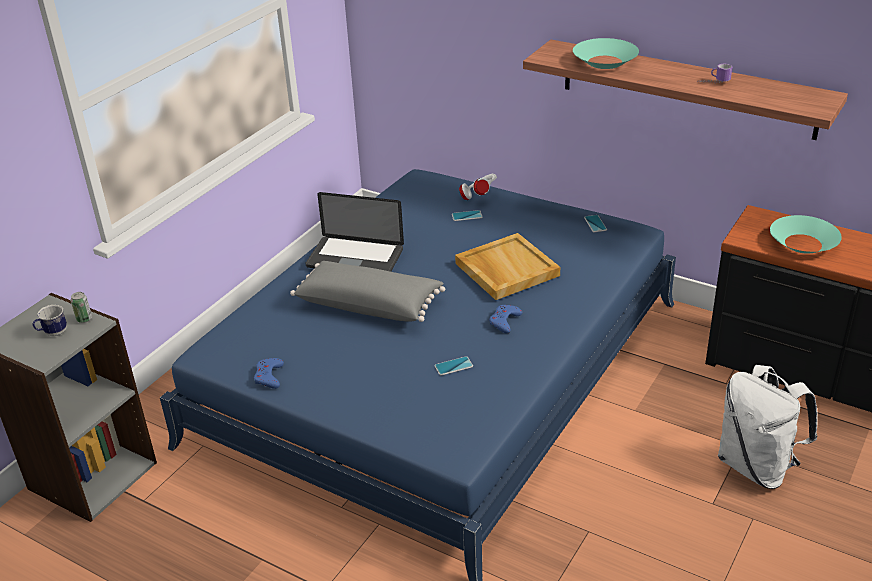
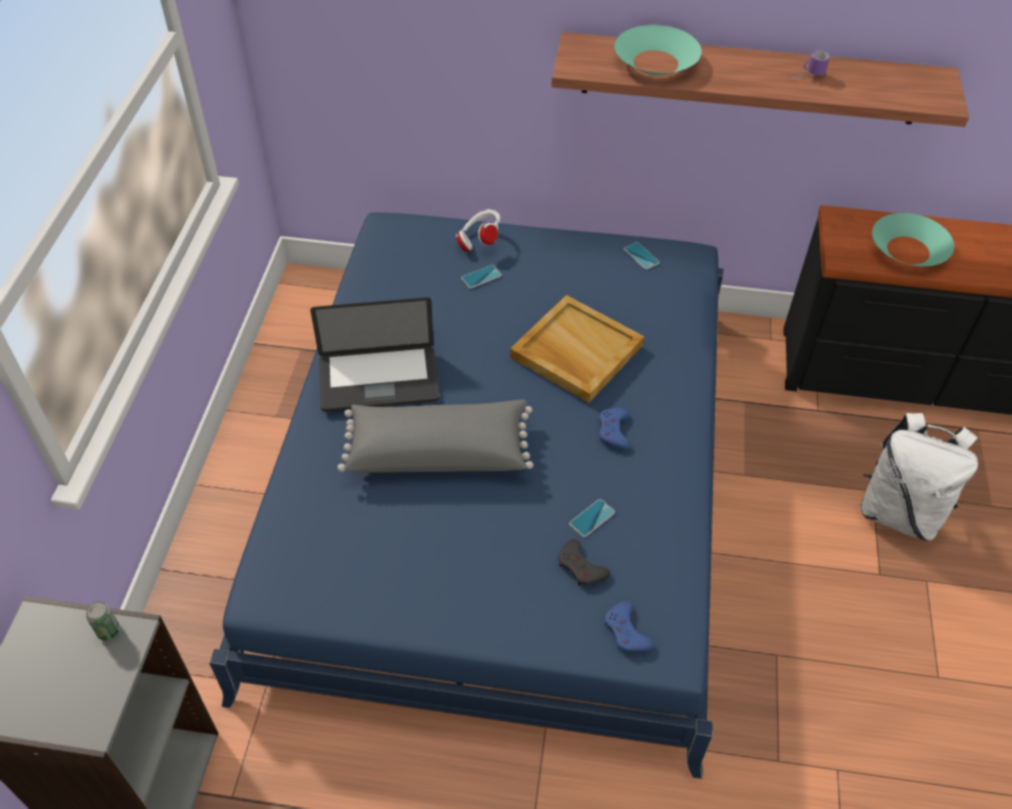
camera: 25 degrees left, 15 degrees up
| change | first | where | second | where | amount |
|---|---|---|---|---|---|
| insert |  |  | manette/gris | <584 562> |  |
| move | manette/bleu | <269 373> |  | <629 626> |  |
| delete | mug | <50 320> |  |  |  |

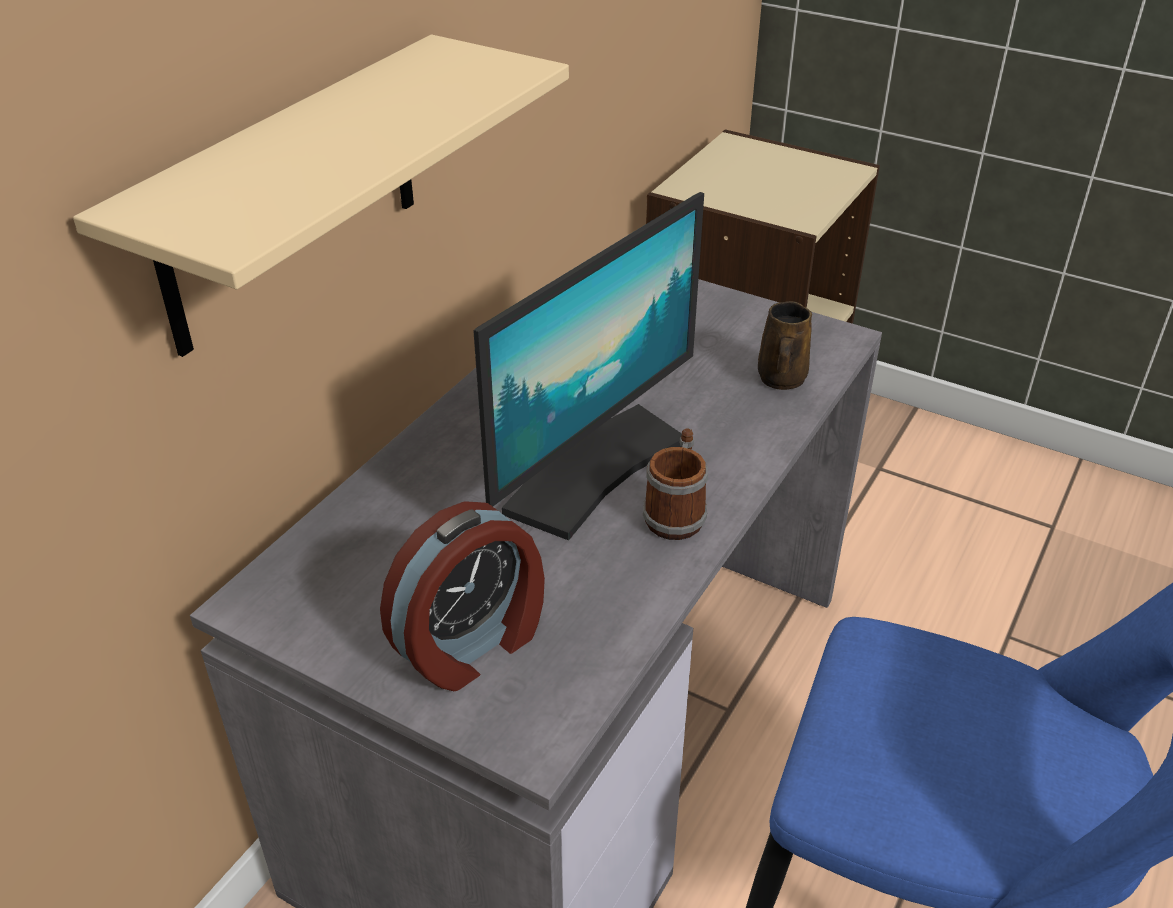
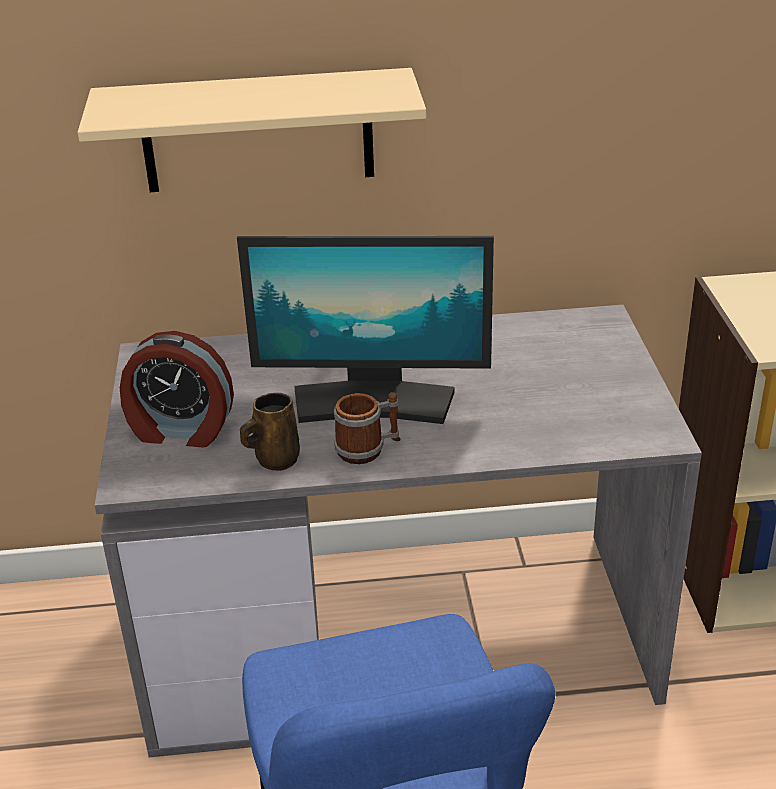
camera: 55 degrees right, 5 degrees down
| change | first | where | second | where | amount |
|---|---|---|---|---|---|
| move | mug/marron | <785 345> |  | <270 432> |  |

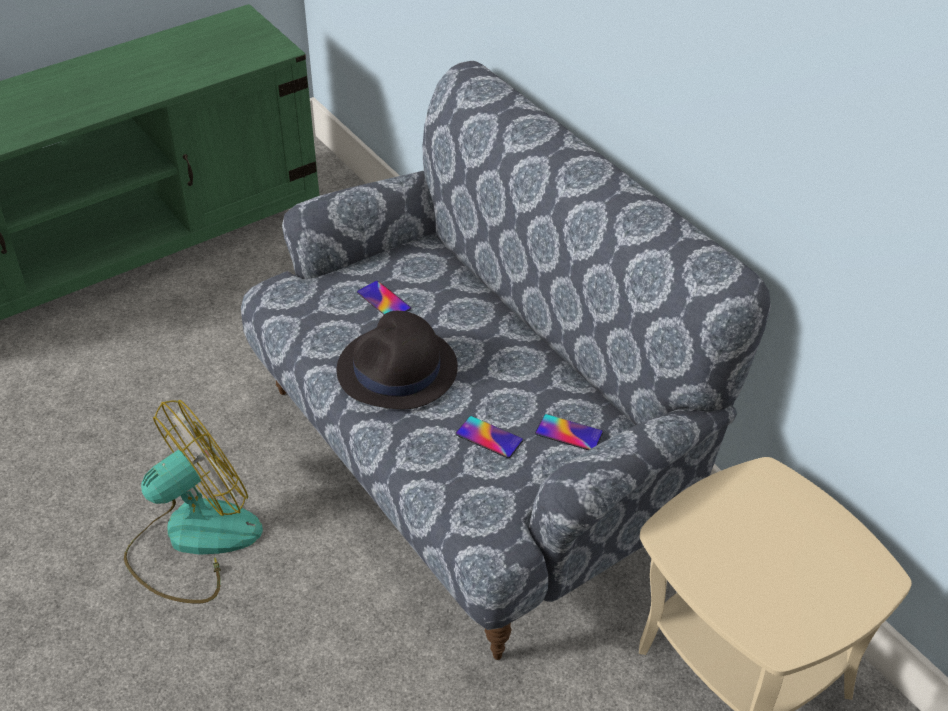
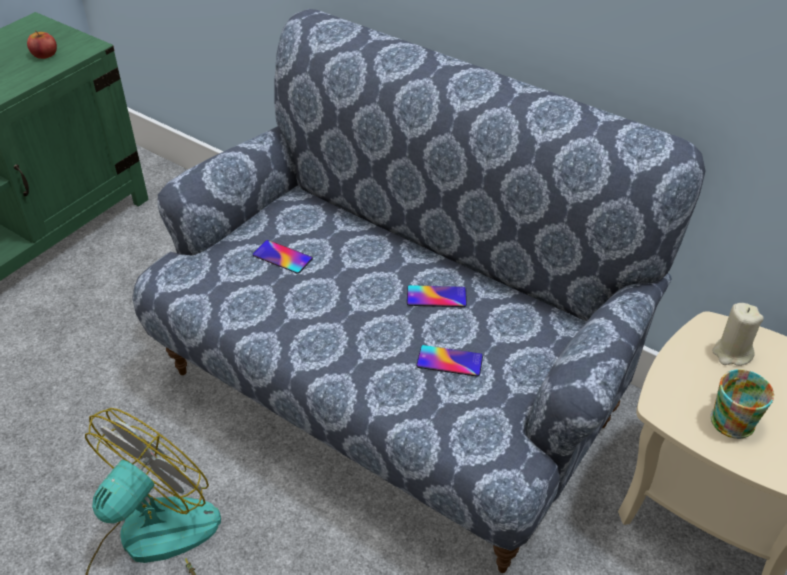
camera: 20 degrees left, 0 degrees up
| change | first | where | second | where | amount |
|---|---|---|---|---|---|
| insert |  |  | pomme | <42 44> |  |
| move | téléphone | <569 432> |  | <437 296> |  |
| insert |  |  | mug | <742 404> |  |
| insert |  |  | bougie/beige | <738 334> |  |
| delete | chapeau/noir | <397 360> |  |  |  |

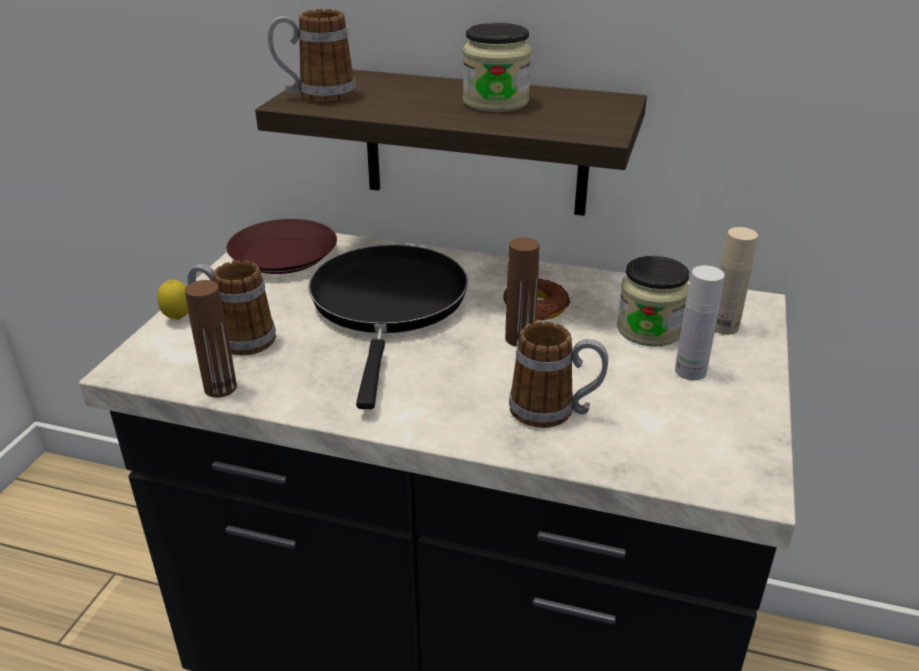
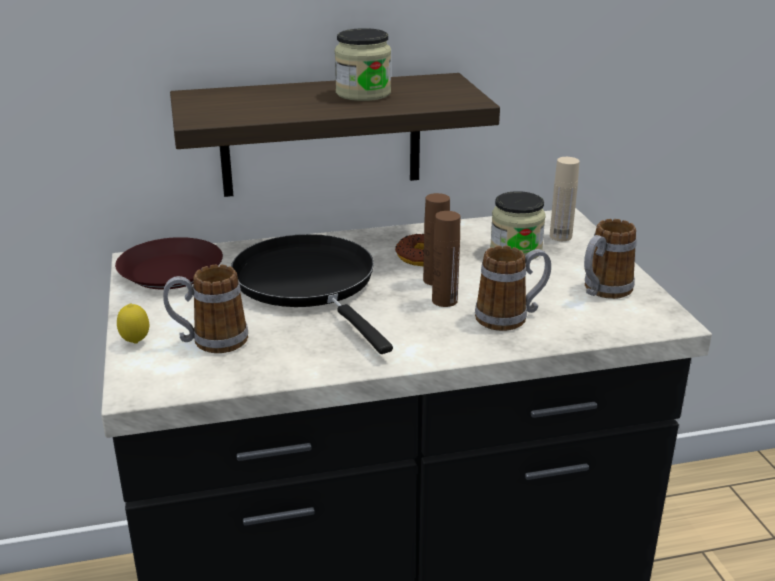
camera: 30 degrees left, 5 degrees down
| change | first | where | second | where | amount |
|---|---|---|---|---|---|
| move | bouteille/marron | <211 339> |  | <446 259> |  |
| move | mug | <312 56> |  | <610 259> |  |
| delete | bouteille/blanc | <700 323> |  |  |  |

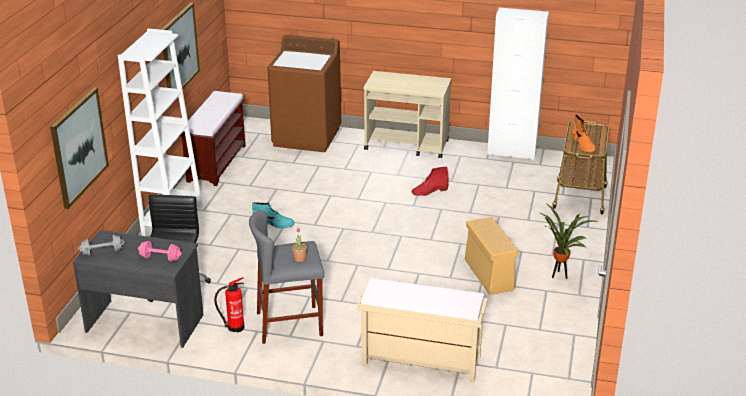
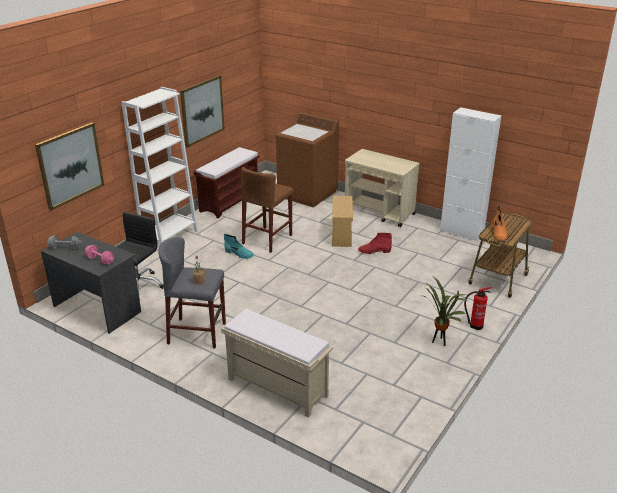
camera: 20 degrees right, 0 degrees up
| change | first | where | second | where | amount |
|---|---|---|---|---|---|
| insert |  |  | tabouret/marron | <267 210> |  |
| move | boîte de rangement/beige | <491 256> |  | <342 221> |  |
| move | extincteur | <229 304> |  | <478 308> |  |

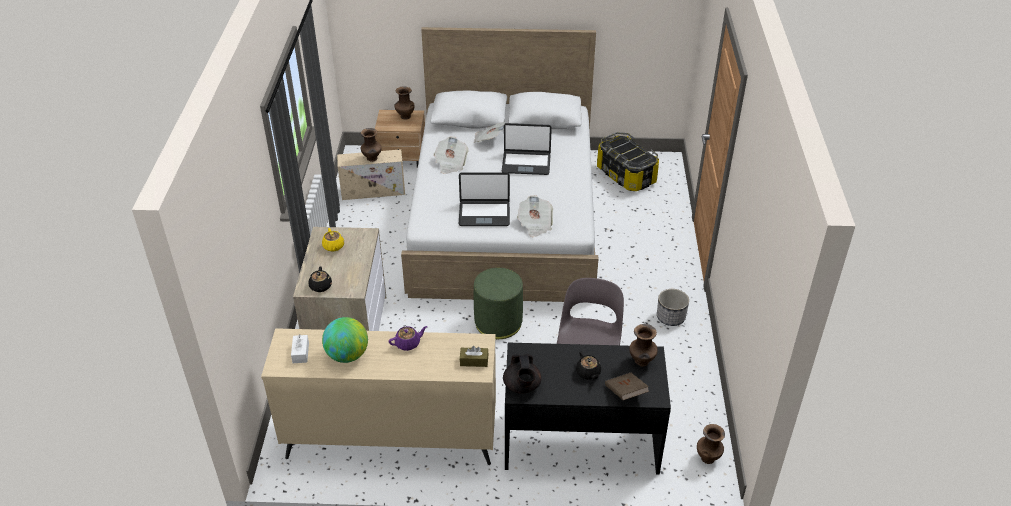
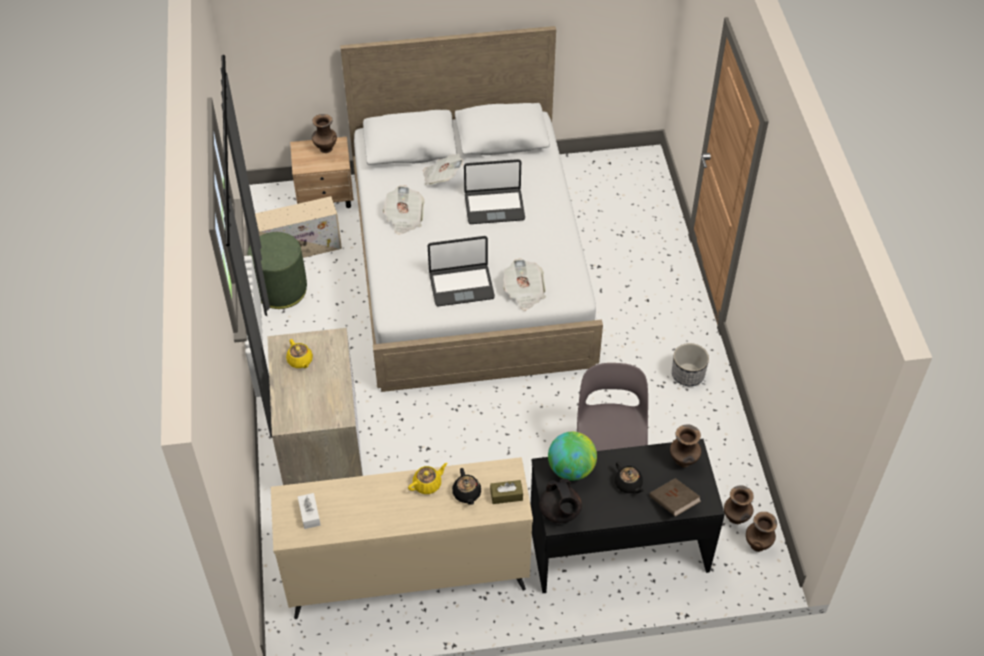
camera: 10 degrees left, 10 degrees up
| change | first | where | second | where | amount |
|---|---|---|---|---|---|
| move | pouf/vert | <498 303> |  | <277 270> |  |
| recolor | théière/violet | <408 338> | théière/jaune | <427 478> |  |
| move | théière/noir | <320 279> |  | <466 486> |  |
| move | globe | <345 340> |  | <572 456> |  |
| move | vase/marron | <371 145> |  | <739 504> |  |
| delete | boîte de rangement | <628 161> |  |  |  |

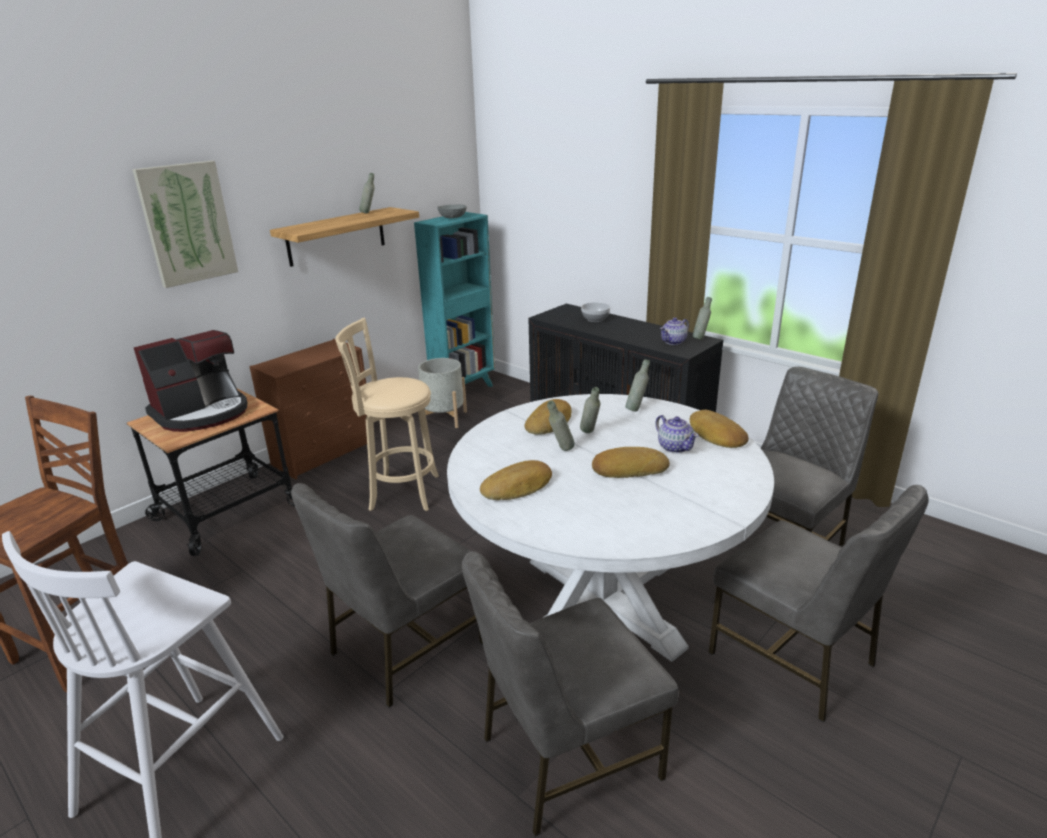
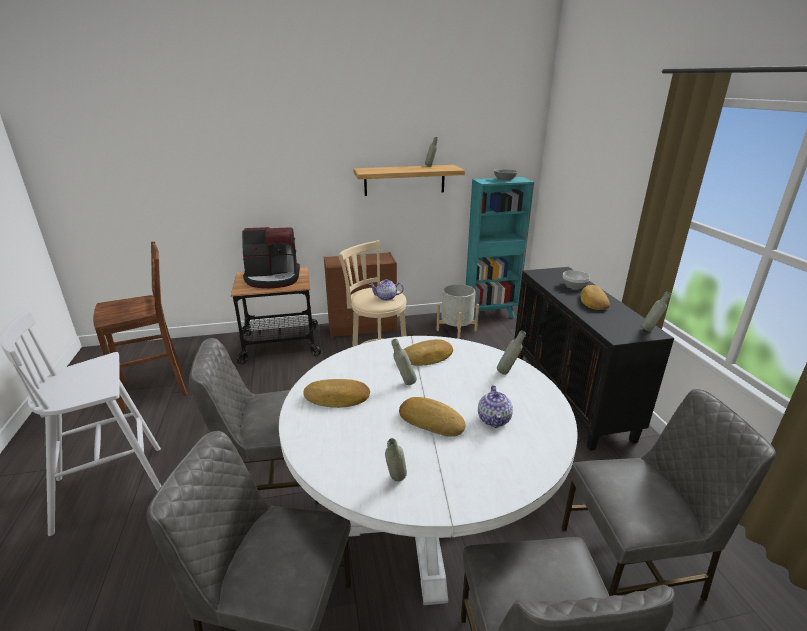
camera: 35 degrees right, 0 degrees up
| change | first | where | second | where | amount |
|---|---|---|---|---|---|
| move | théière | <674 331> |  | <386 290> |  |
| move | bouteille/gris | <590 410> |  | <396 459> |  |
| move | pain | <719 428> |  | <595 297> |  |
| delete | tableau | <185 224> |  |  |  |

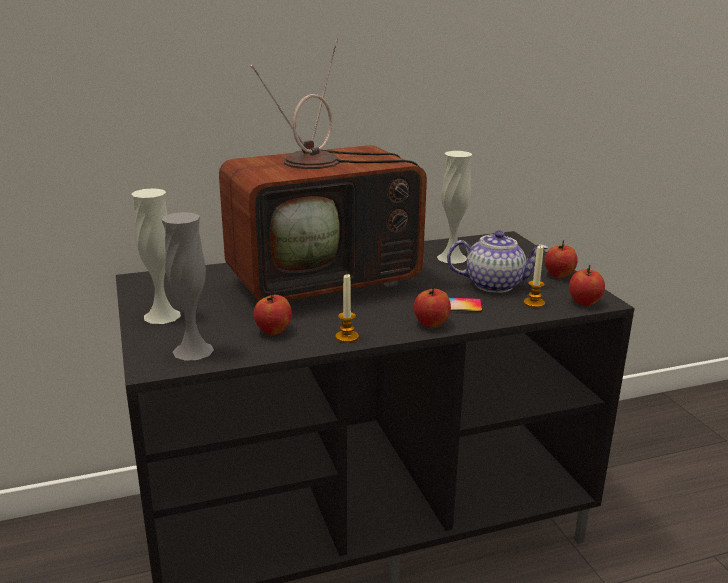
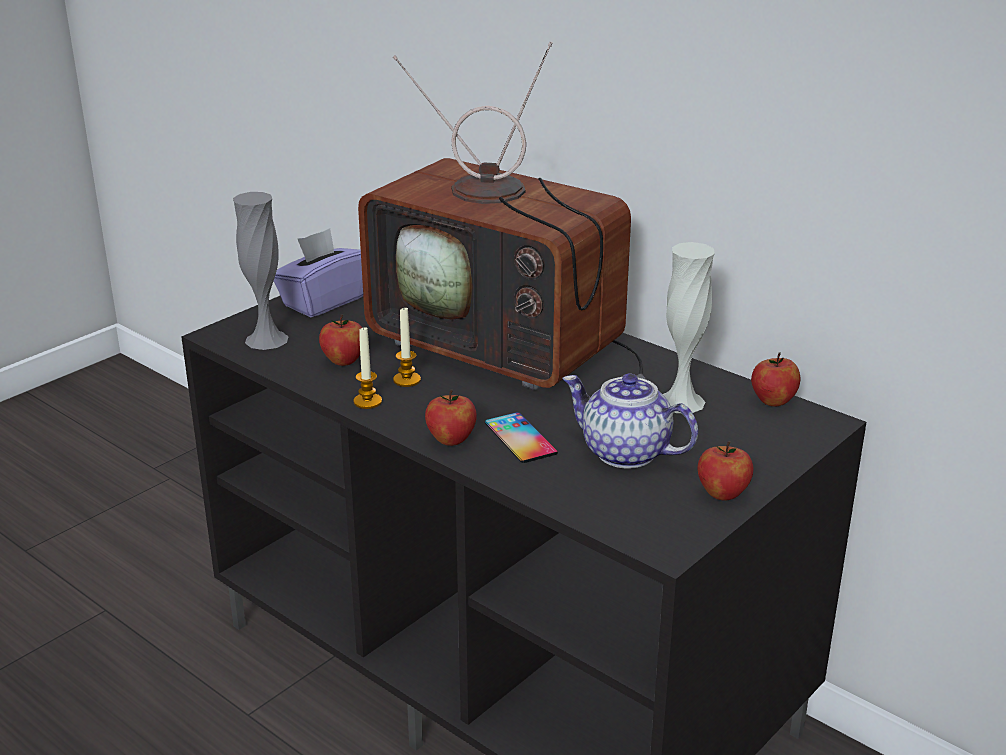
camera: 60 degrees right, 5 degrees up
| change | first | where | second | where | amount |
|---|---|---|---|---|---|
| replace | vase/blanc | <156 256> | boîte à mouchoirs/violet | <318 273> |  |
| move | bougie | <534 276> |  | <407 347> |  |
| rotate | théière | <497 261> |  | <630 421> | 150 degrees clockwise |
| move | pomme | <587 285> |  | <775 379> |  |

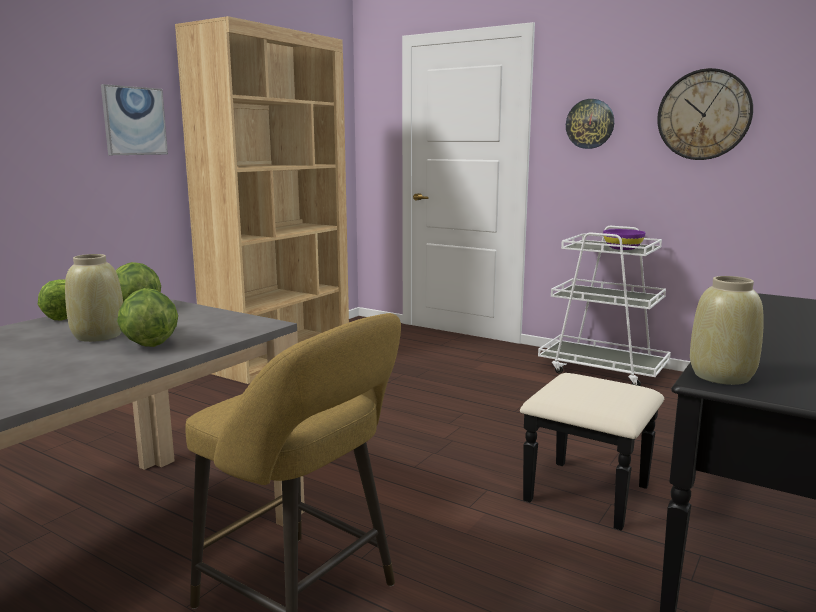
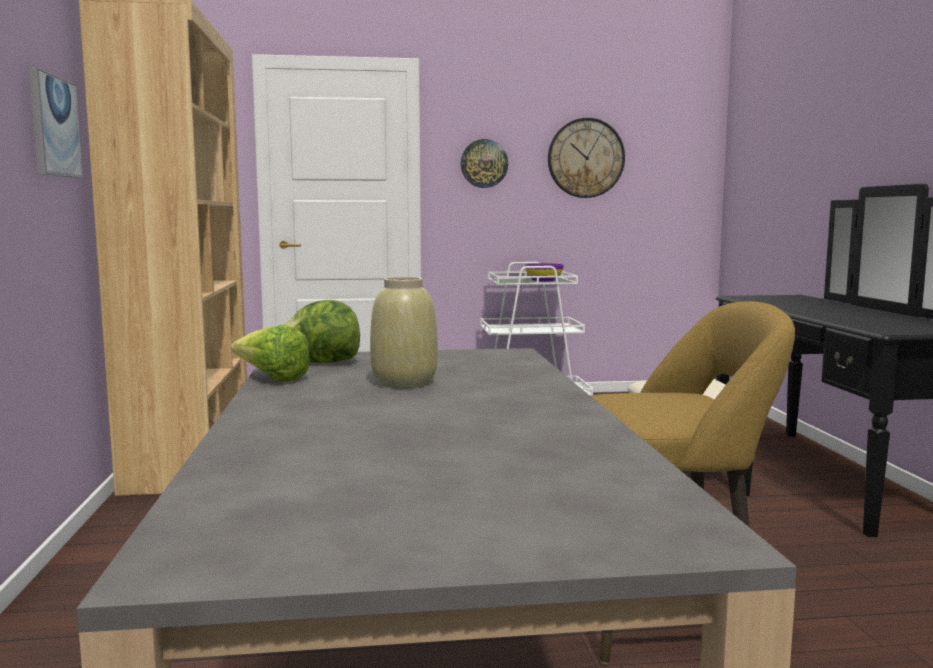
camera: 40 degrees left, 5 degrees down
| change | first | where | second | where | amount |
|---|---|---|---|---|---|
| delete | laitue | <147 317> |  |  |  |
| delete | vase/beige | <727 330> |  |  |  |

